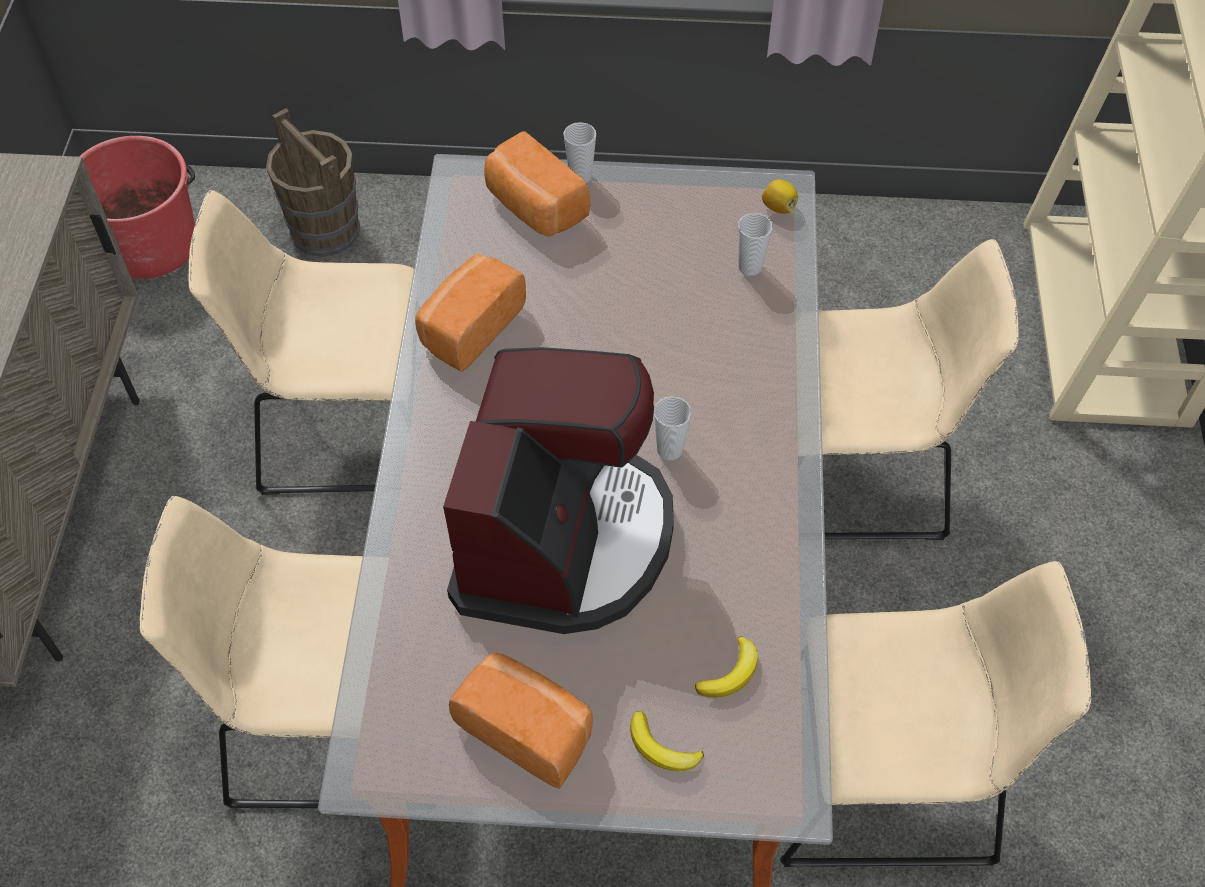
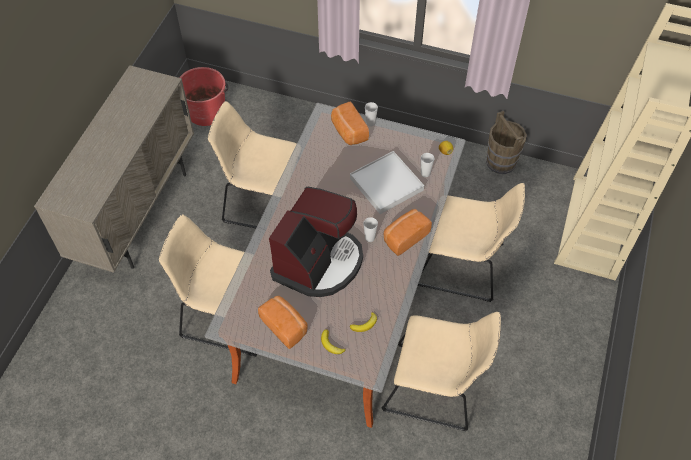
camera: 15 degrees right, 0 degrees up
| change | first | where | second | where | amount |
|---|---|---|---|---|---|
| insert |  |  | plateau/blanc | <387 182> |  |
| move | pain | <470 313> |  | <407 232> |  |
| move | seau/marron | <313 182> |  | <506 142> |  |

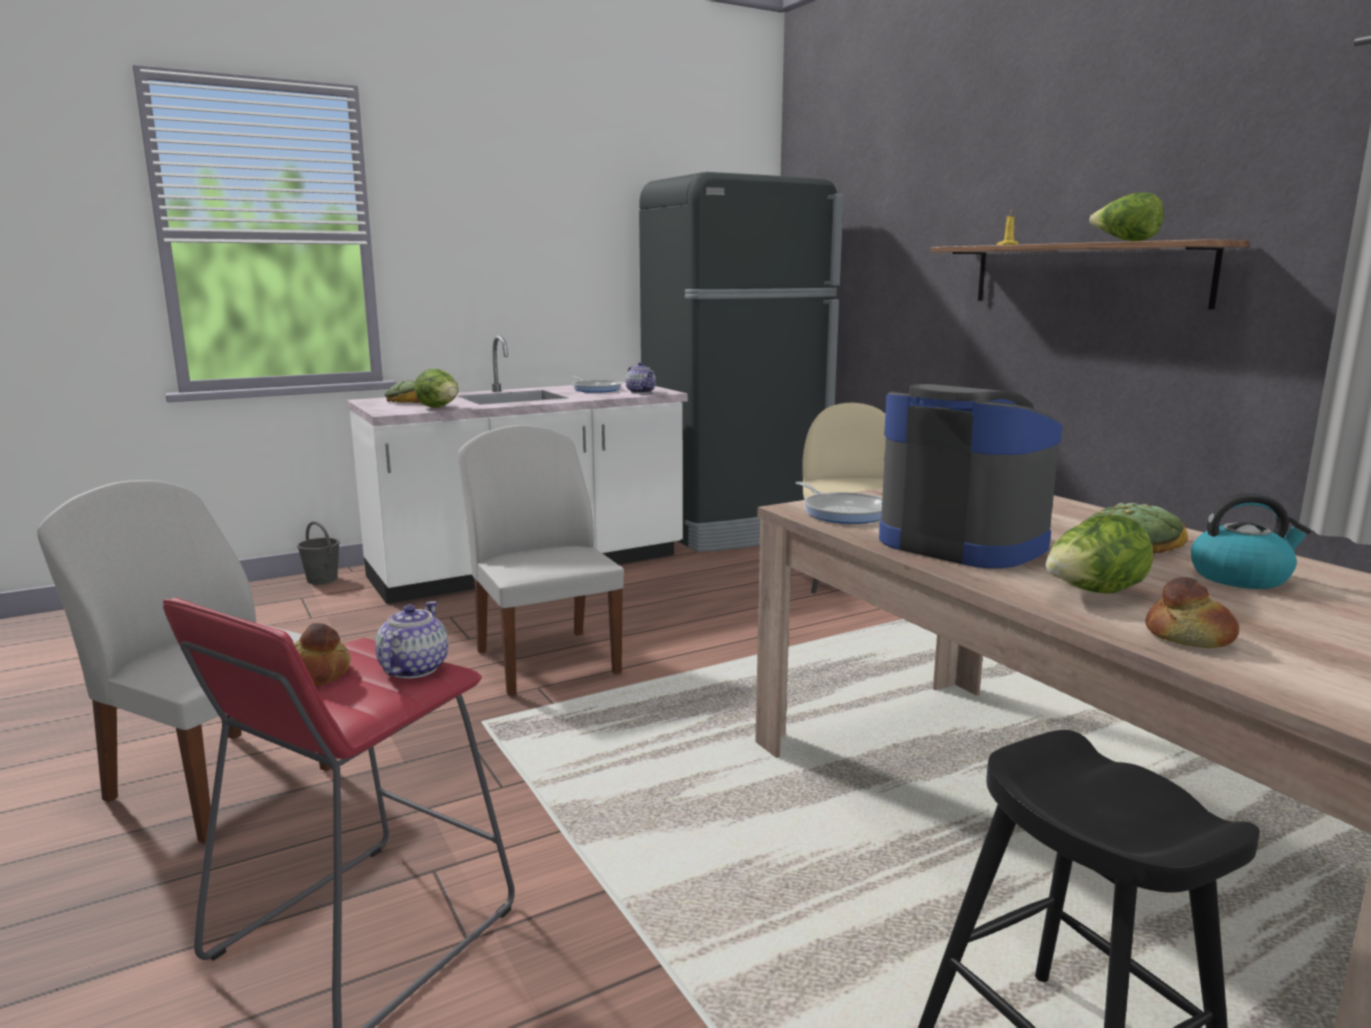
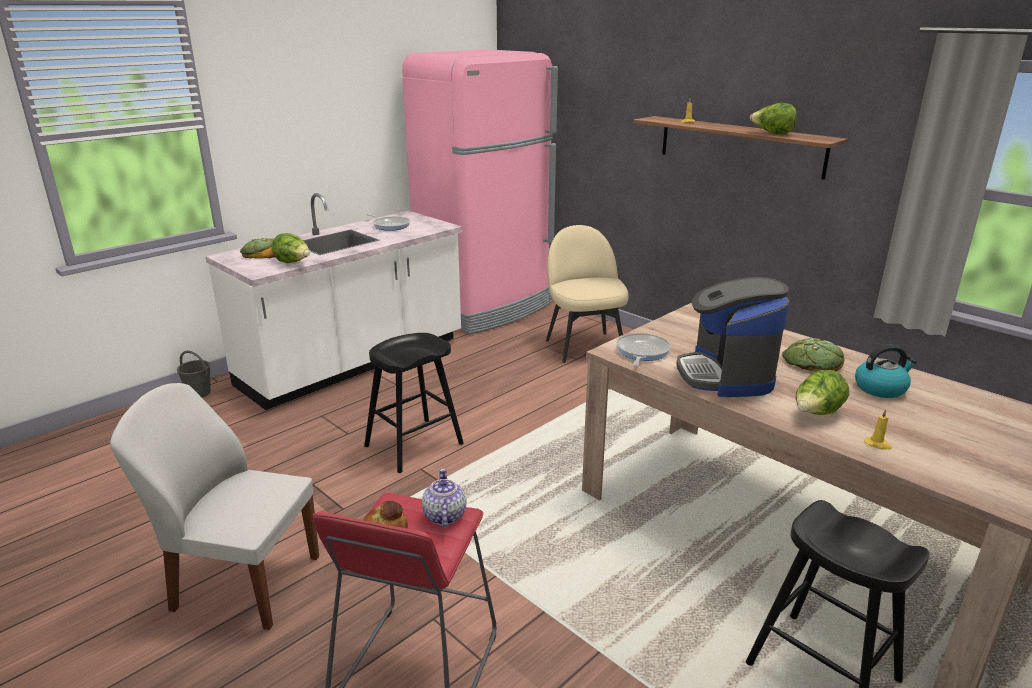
camera: 15 degrees left, 10 degrees up
| change | first | where | second | where | amount |
|---|---|---|---|---|---|
| replace | chaise/blanc | <541 560> | tabouret/noir | <414 403> |  |
| recolor | réfrigérateur/noir | <741 362> | réfrigérateur/rose | <480 191> |  |
| rotate | poêle | <839 503> |  | <644 349> | 120 degrees counterclockwise |
| rotate | machine à café | <971 476> |  | <733 337> | 120 degrees counterclockwise |
| replace | pain | <1192 612> | bougie/jaune | <878 429> |  |
| delete | théière | <640 377> |  |  |  |

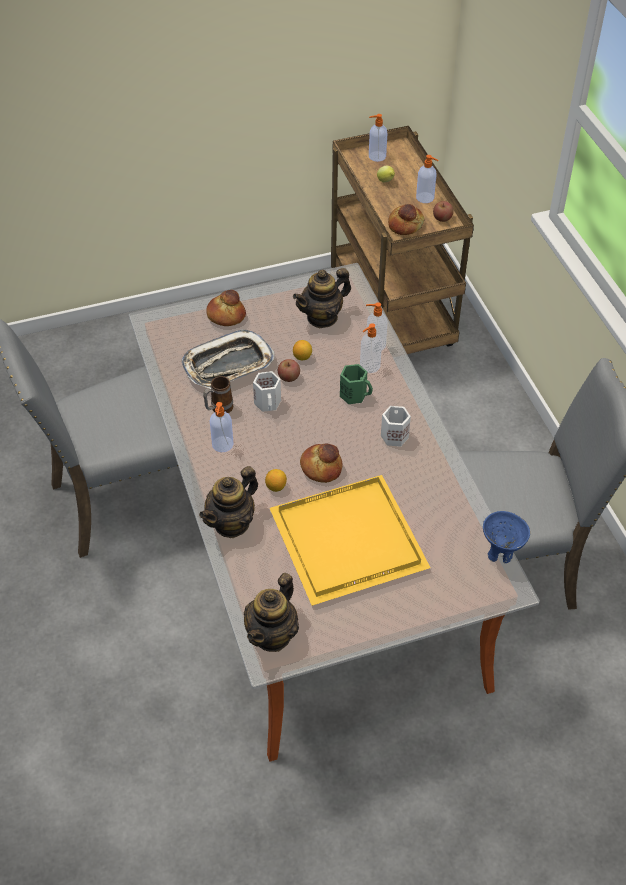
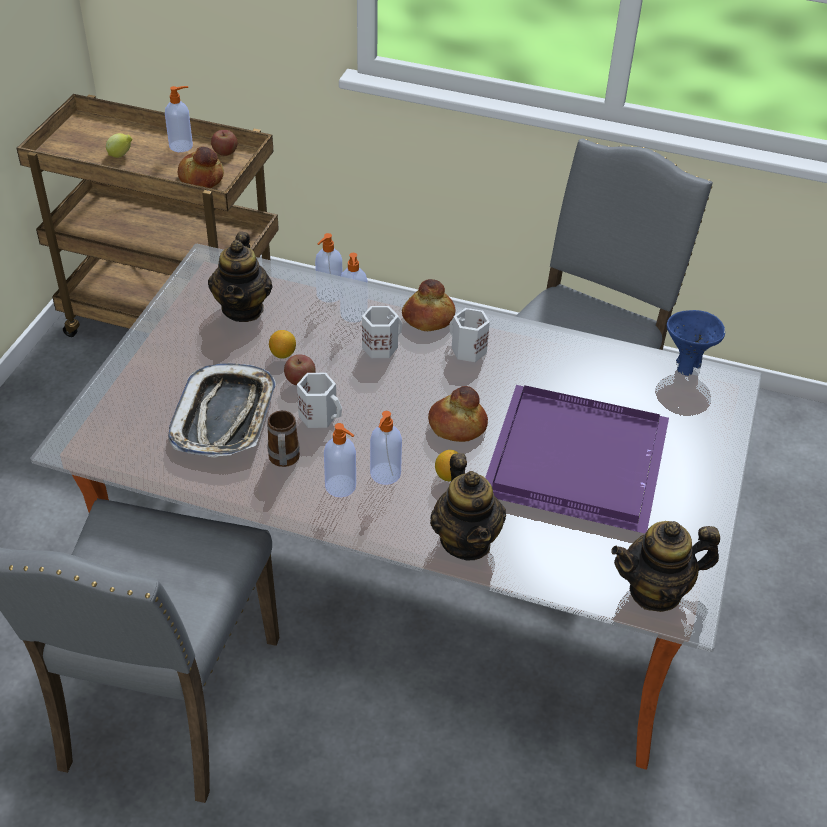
camera: 55 degrees left, 5 degrees down
| change | first | where | second | where | amount |
|---|---|---|---|---|---|
| recolor | mug/vert | <356 384> | mug/blanc | <382 332> |  |
| move | distributeur de savon | <378 138> |  | <386 448> |  |
| move | pain | <226 308> |  | <429 305> |  |
| recolor | plateau/jaune | <350 540> | plateau/violet | <577 459> |  |
| rotate | théière | <271 612> |  | <665 566> | 105 degrees clockwise |

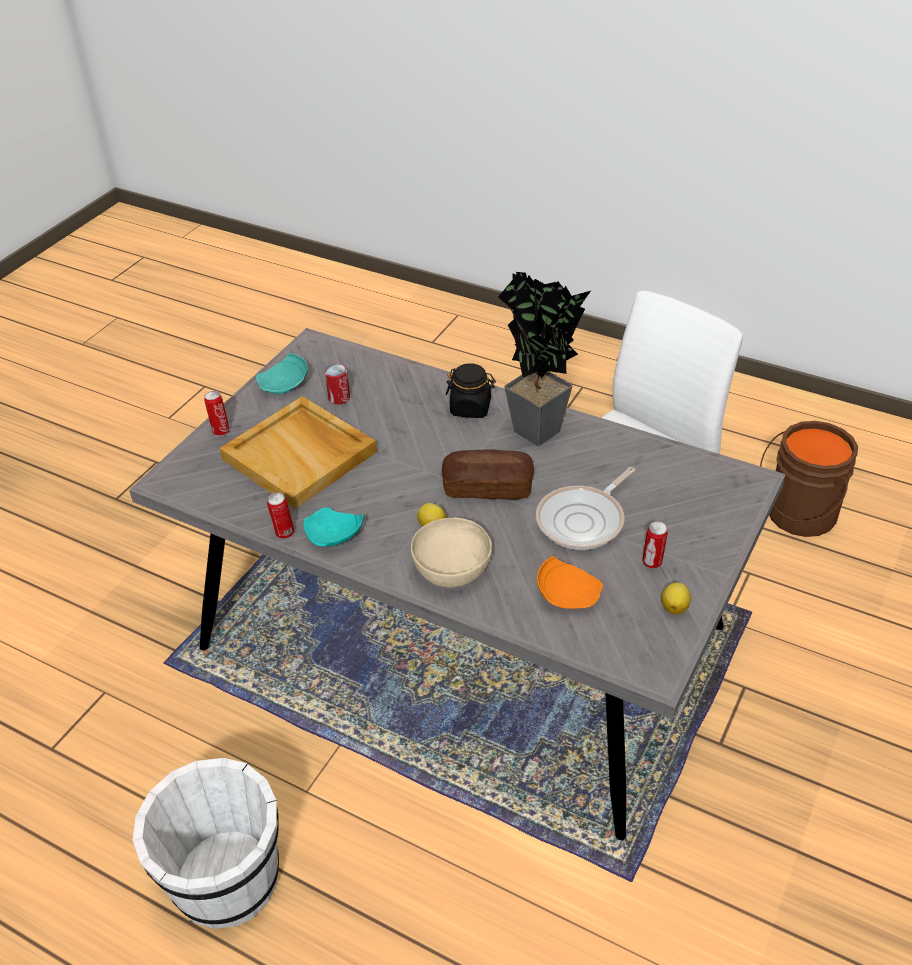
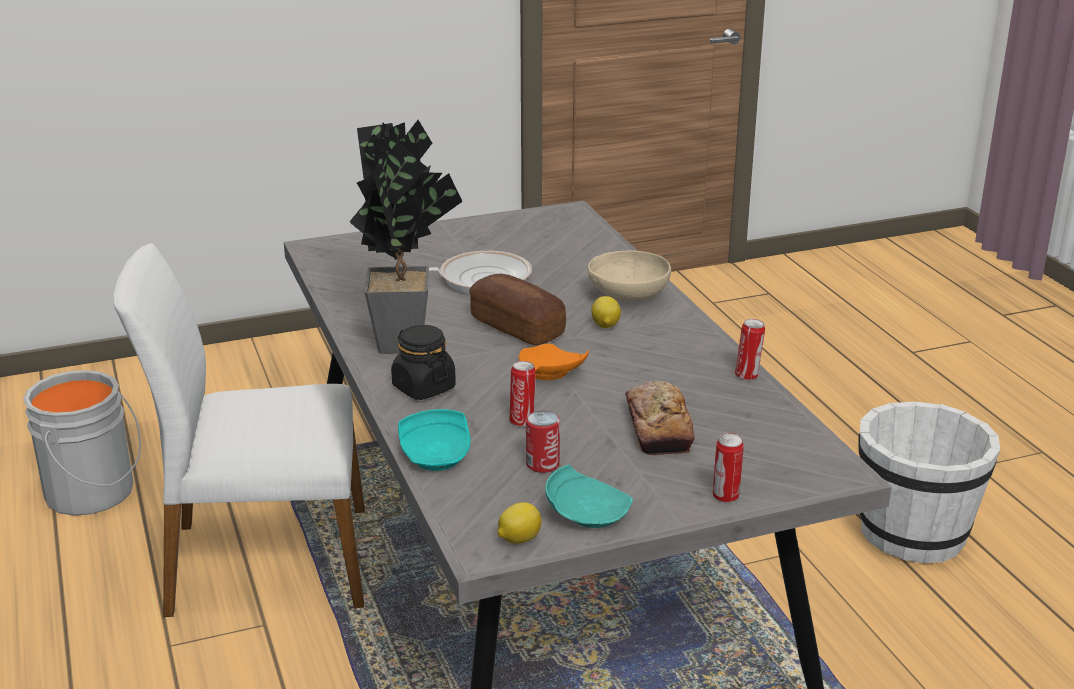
camera: 140 degrees left, 15 degrees down
| change | first | where | second | where | amount |
|---|---|---|---|---|---|
| recolor | seau/marron | <809 479> | seau/gris | <82 443> |  |
| move | assiette/turquoise | <333 527> |  | <434 440> |  |
| move | citron | <676 599> |  | <519 523> |  |
| move | boîte métallique | <655 545> |  | <523 394> |  |
| move | assiette/orange | <570 582> |  | <554 362> |  |
| replace | plateau/beige | <298 452> | pain | <660 418> |  |

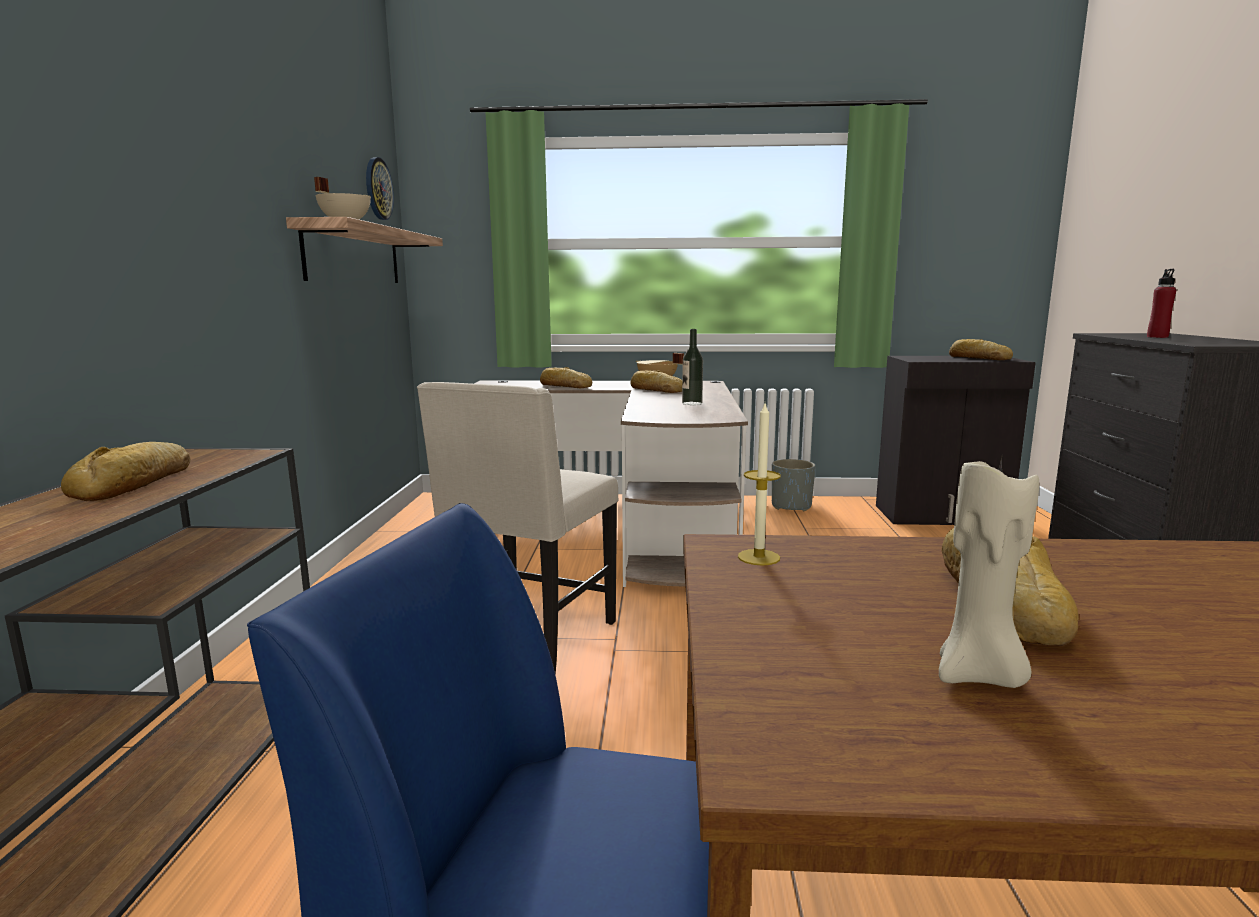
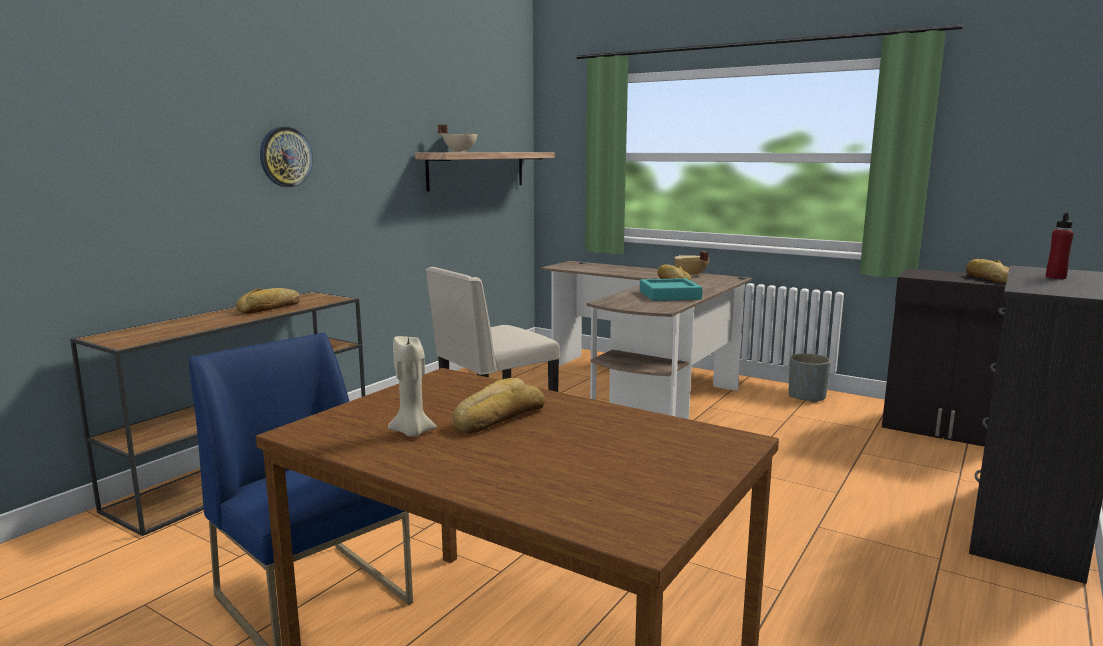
camera: 30 degrees right, 0 degrees up
| change | first | where | second | where | amount |
|---|---|---|---|---|---|
| move | horloge murale | <380 188> |  | <286 157> |  |
| replace | bouteille | <692 367> | plateau/turquoise | <671 289> |  |
| delete | pain | <566 377> |  |  |  |
| delete | bougie | <759 484> |  |  |  |

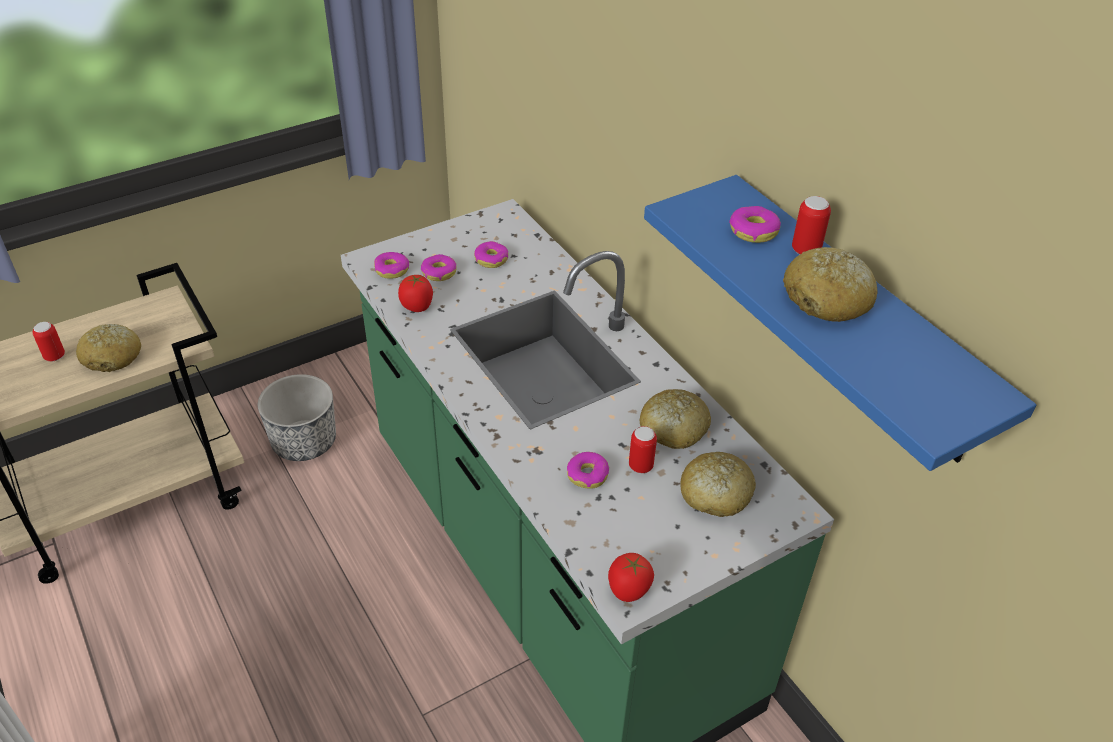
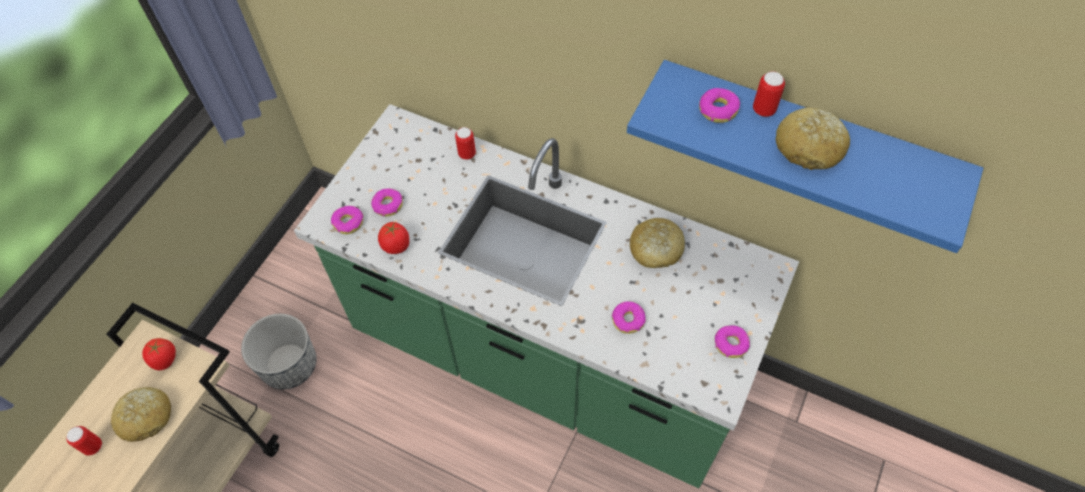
camera: 30 degrees left, 15 degrees up
| change | first | where | second | where | amount |
|---|---|---|---|---|---|
| move | tomate | <631 577> |  | <159 354> |  |
| move | boîte métallique | <643 449> |  | <465 143> |  |
| move | beignet | <491 254> |  | <732 342> |  |
| delete | pain | <718 484> |  |  |  |

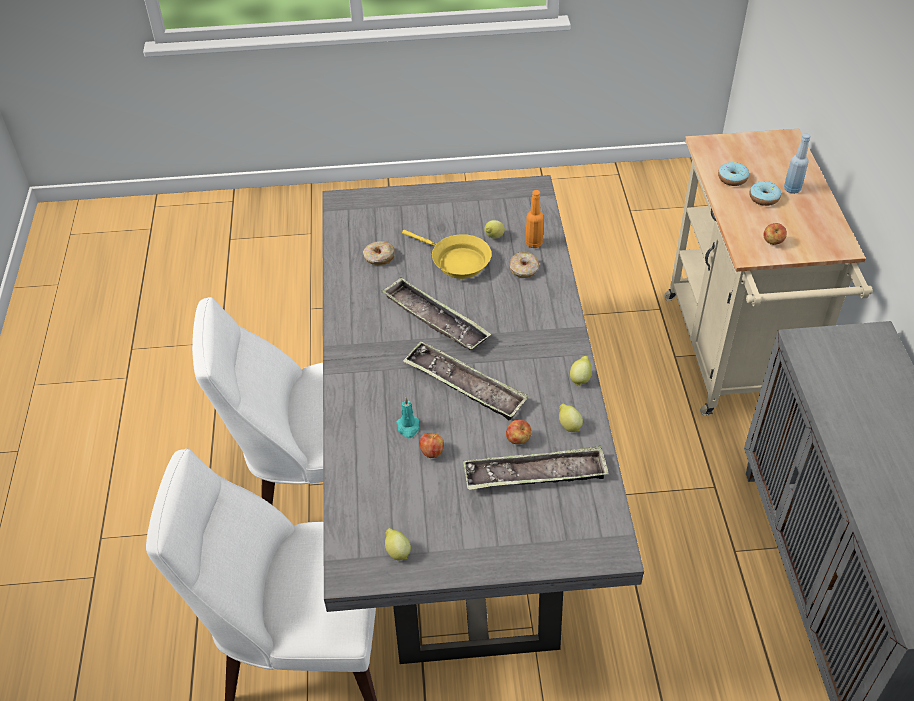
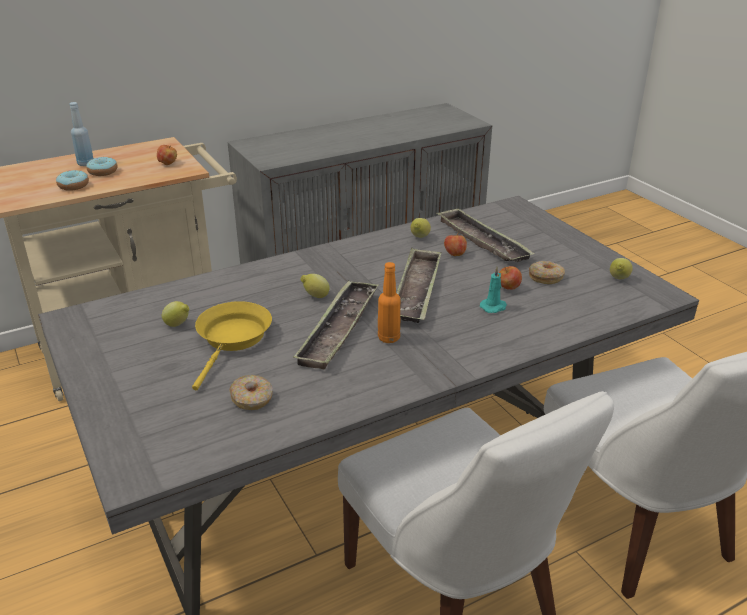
camera: 115 degrees left, 15 degrees down
| change | first | where | second | where | amount |
|---|---|---|---|---|---|
| move | citron | <581 371> |  | <315 286> |  |
| move | bouteille/orange | <534 219> |  | <389 302> |  |
| move | beignet | <524 265> |  | <547 272> |  |

